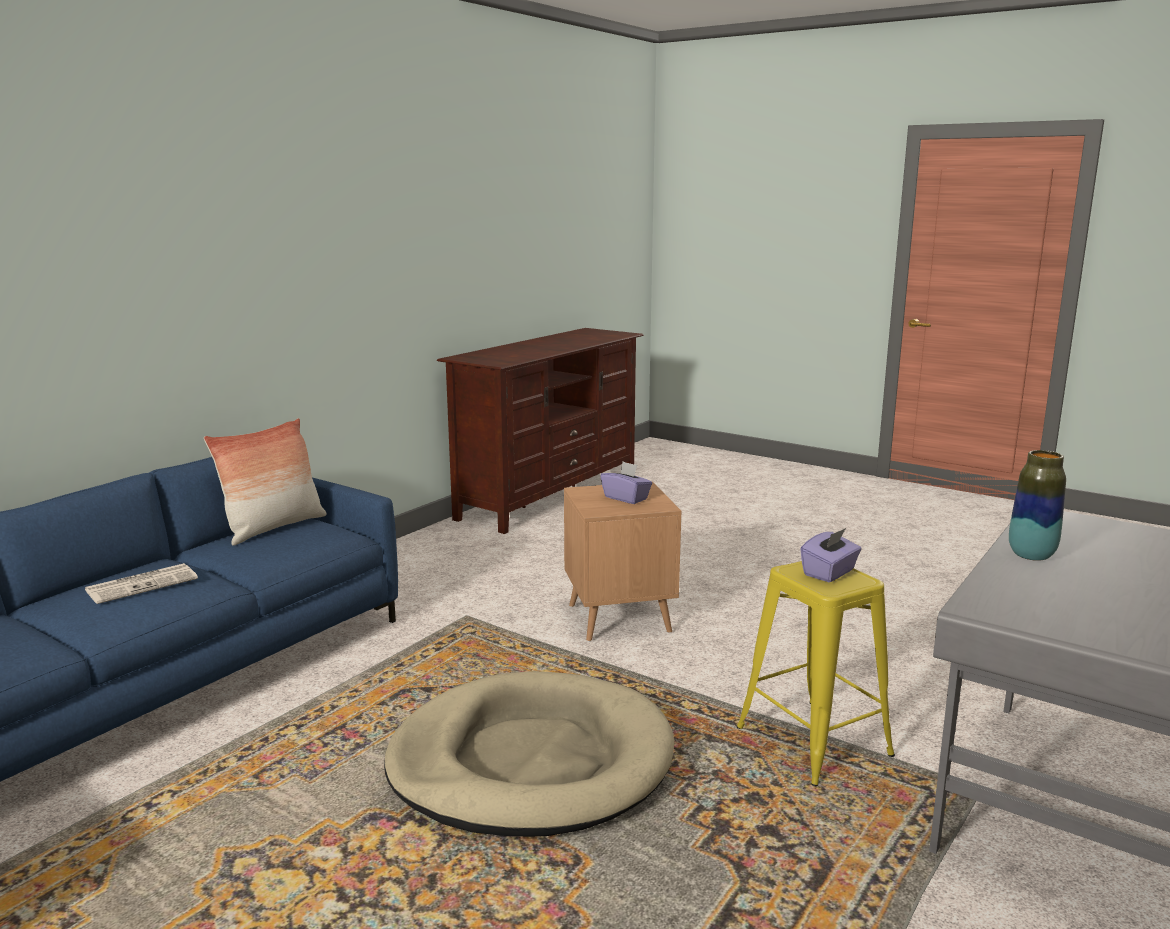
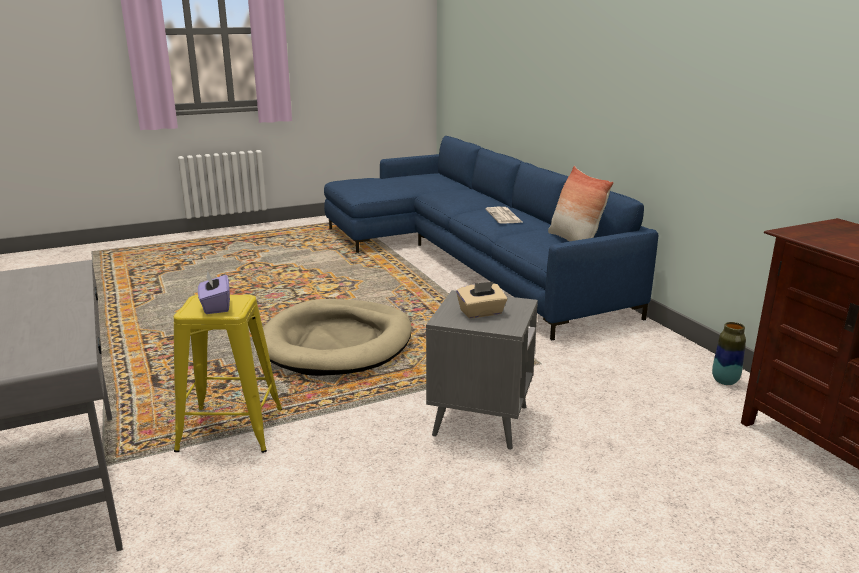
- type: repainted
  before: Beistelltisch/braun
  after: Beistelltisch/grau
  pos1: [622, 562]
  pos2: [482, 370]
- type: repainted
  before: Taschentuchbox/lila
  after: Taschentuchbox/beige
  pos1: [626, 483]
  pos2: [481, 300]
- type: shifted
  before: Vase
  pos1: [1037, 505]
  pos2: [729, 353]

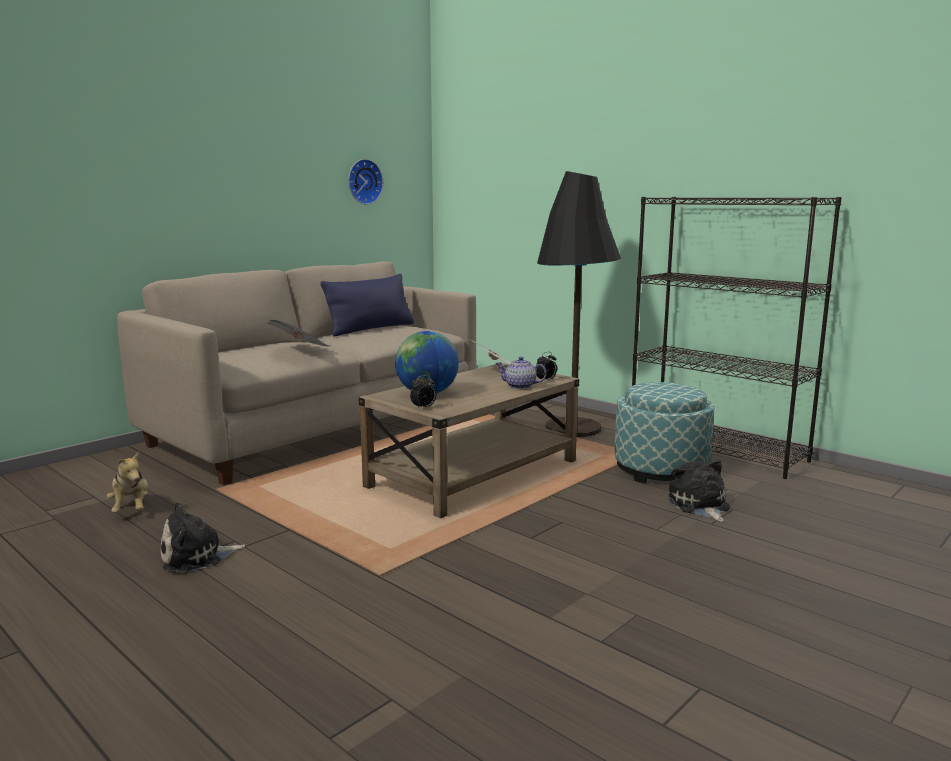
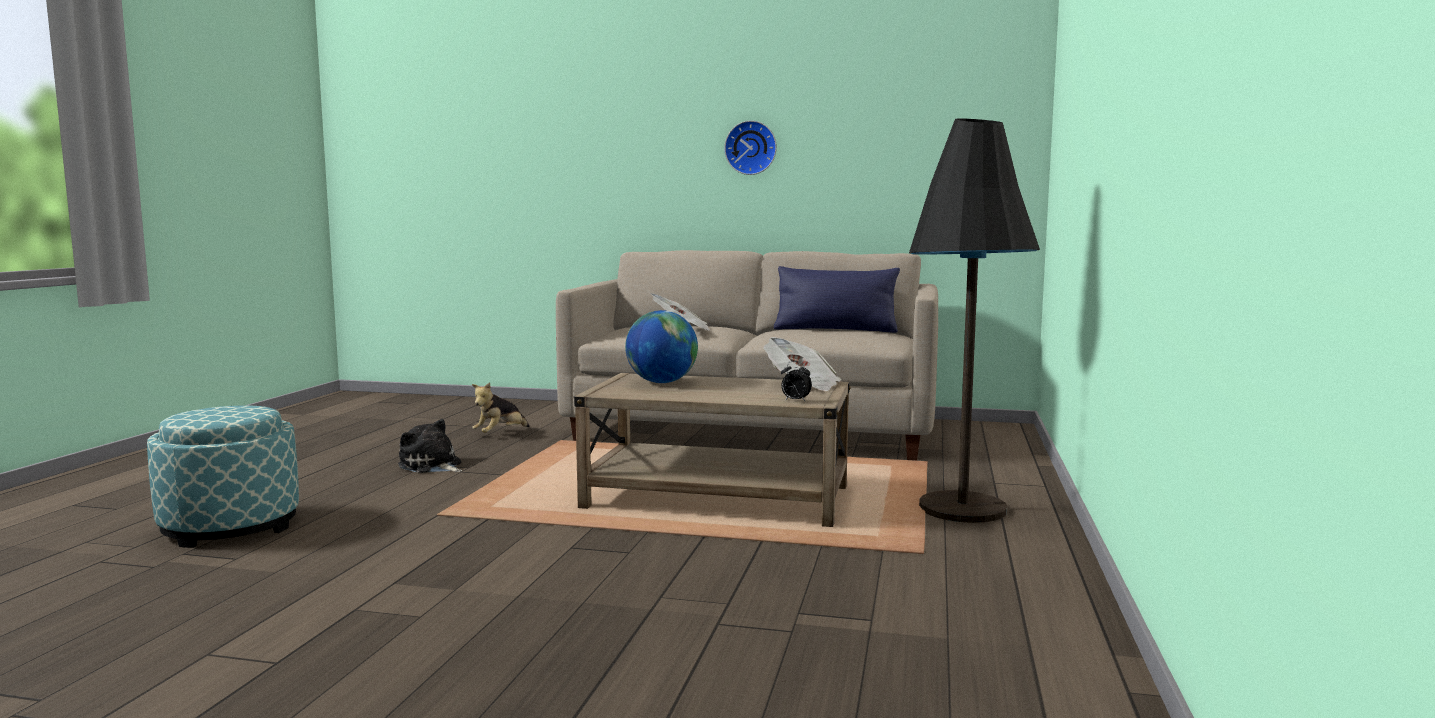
- type: shifted
  before: Wanduhr
  pos1: [365, 182]
  pos2: [750, 147]
- type: gone
  before: Wecker
  pos1: [423, 392]
- type: gone
  before: Teekanne
  pos1: [521, 373]
- type: shifted
  before: Polsterhocker
  pos1: [664, 433]
  pos2: [223, 476]
- type: gone
  before: Bücherregal/schwarz
  pos1: [737, 338]
- type: gone
  before: Plüschtier
  pos1: [699, 491]

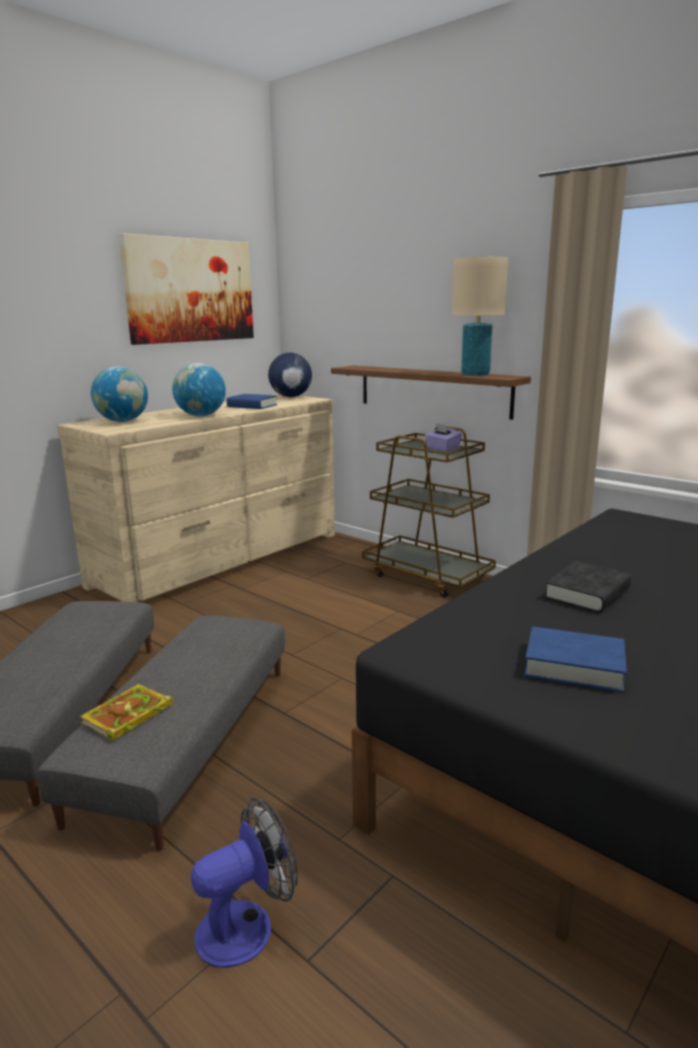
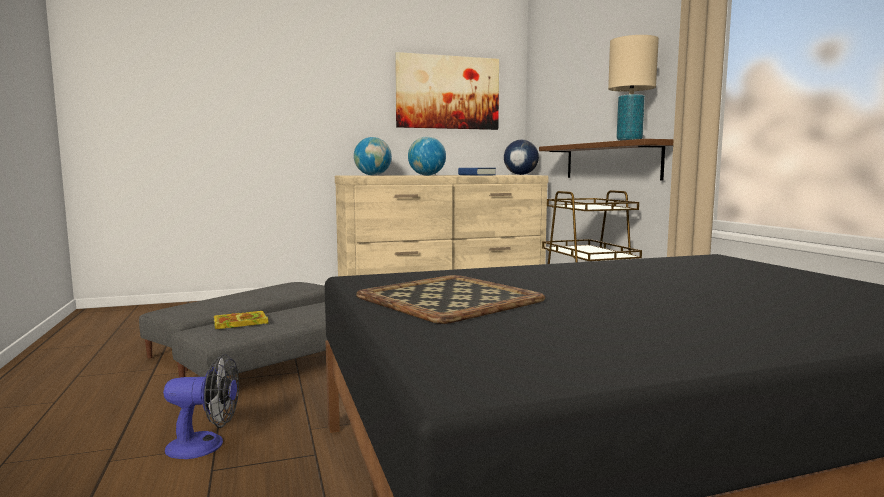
- type: gone
  before: Taschentuchbox/lila
  pos1: [443, 437]
- type: swapped
  before: Buch/blau
  after: Tablett
  pos1: [575, 659]
  pos2: [450, 299]
- type: gone
  before: Buch/schwarz
  pos1: [587, 587]

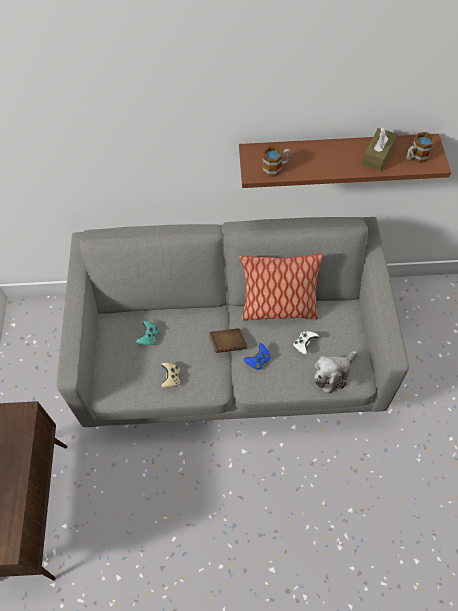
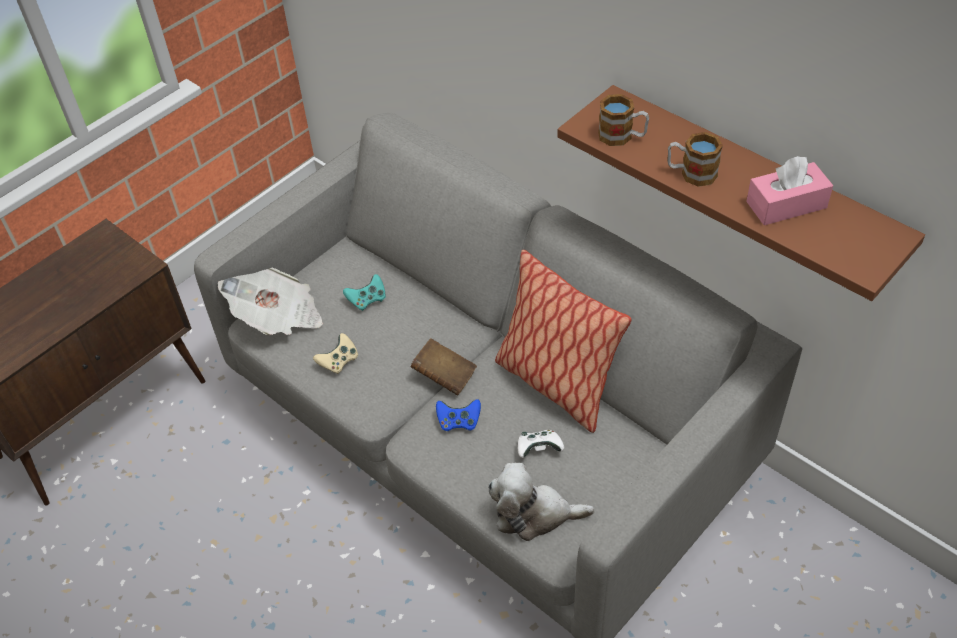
- type: repainted
  before: Taschentuchbox/braun
  after: Taschentuchbox/rosa
  pos1: [380, 149]
  pos2: [789, 190]
- type: shifted
  before: Henkelbecher
  pos1: [421, 147]
  pos2: [695, 159]
- type: new
  after: Zeitung
  pos2: [270, 301]

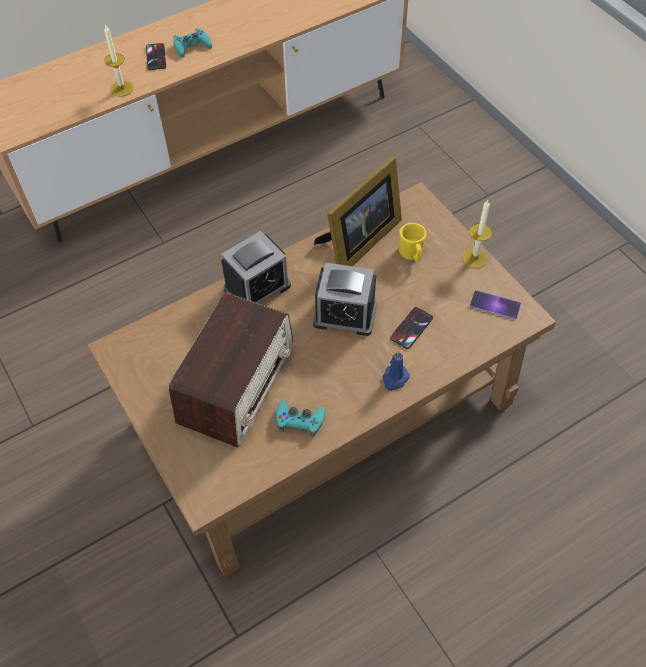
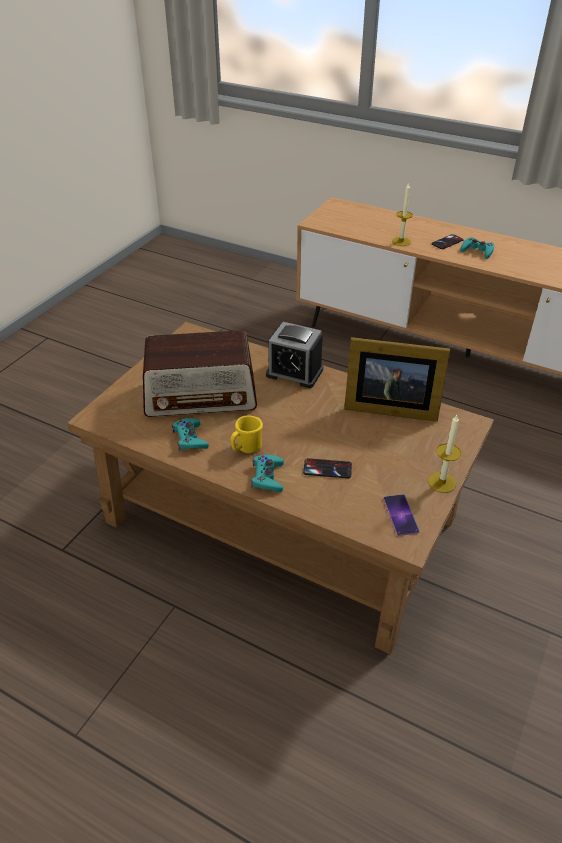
- type: gone
  before: Wecker
  pos1: [345, 299]
- type: swapped
  before: Kerze/blau
  after: Gamepad/türkis
  pos1: [396, 371]
  pos2: [267, 473]
- type: shifted
  before: Henkelbecher/gelb
  pos1: [413, 242]
  pos2: [247, 434]

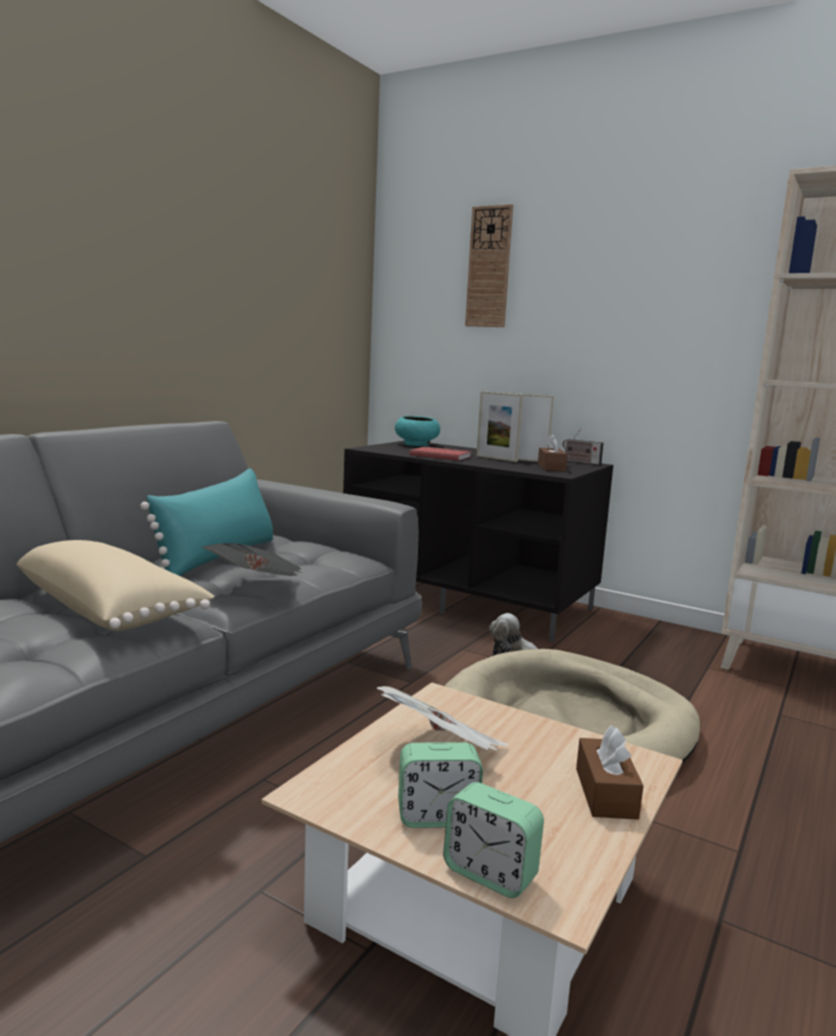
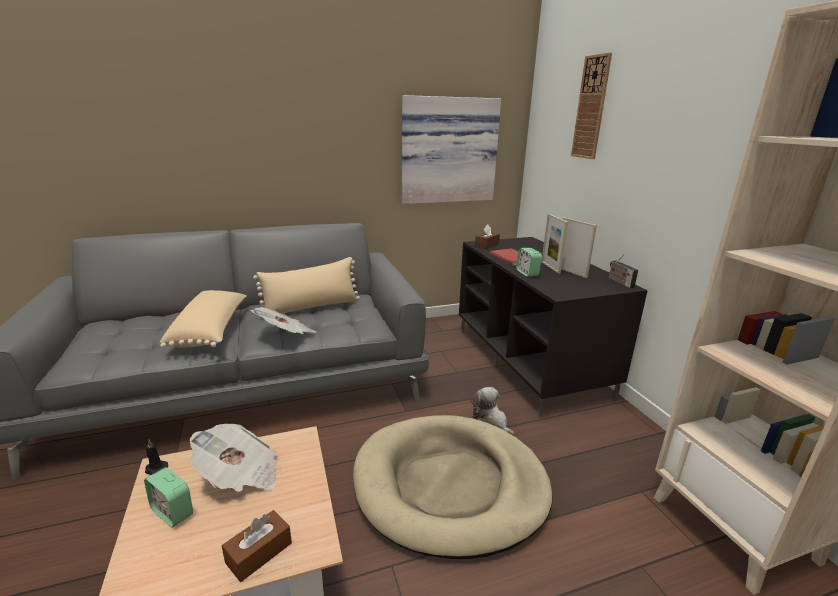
- type: repainted
  before: Kissen/türkis
  after: Kissen/beige
  pos1: [206, 522]
  pos2: [306, 287]
- type: gone
  before: Schüssel/türkis
  pos1: [417, 431]
- type: shifted
  before: Wecker
  pos1: [493, 840]
  pos2: [529, 262]
- type: shifted
  before: Taschentuchbox/braun
  pos1: [552, 452]
  pos2: [487, 236]
- type: new
  after: Kerze/schwarz
  pos2: [156, 457]
- type: new
  after: Bild
  pos2: [451, 149]

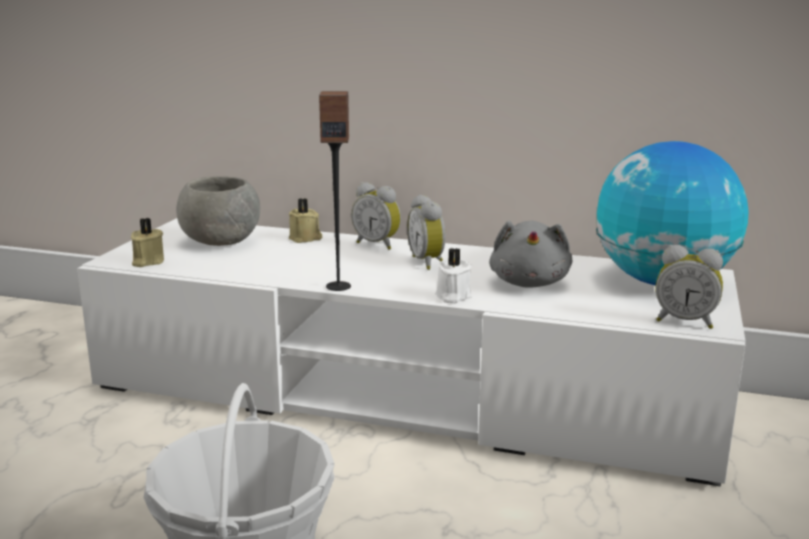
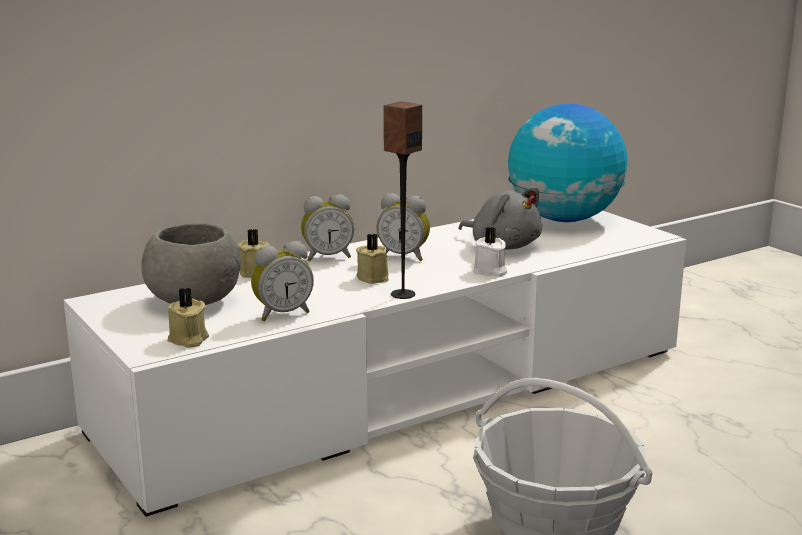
- type: shifted
  before: Wecker
  pos1: [689, 287]
  pos2: [282, 281]
- type: new
  after: Kerze/beige
  pos2: [372, 258]

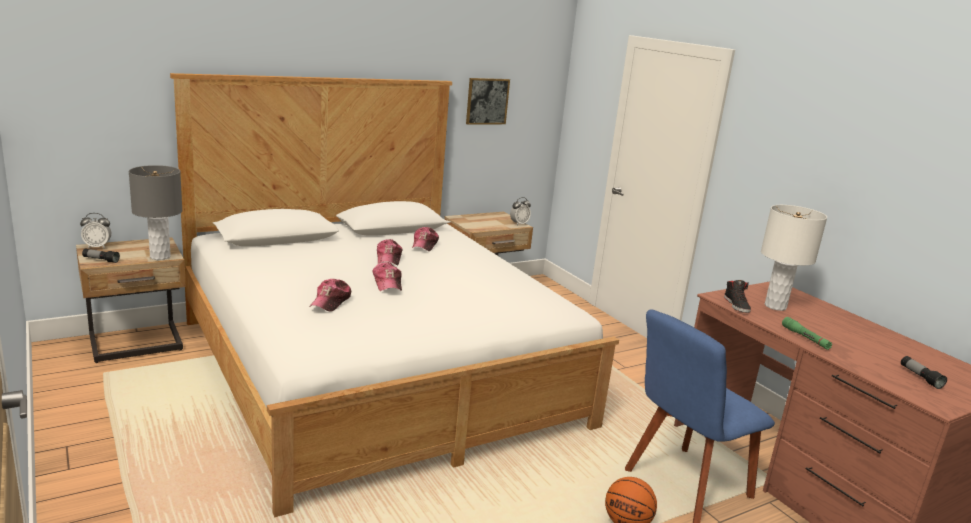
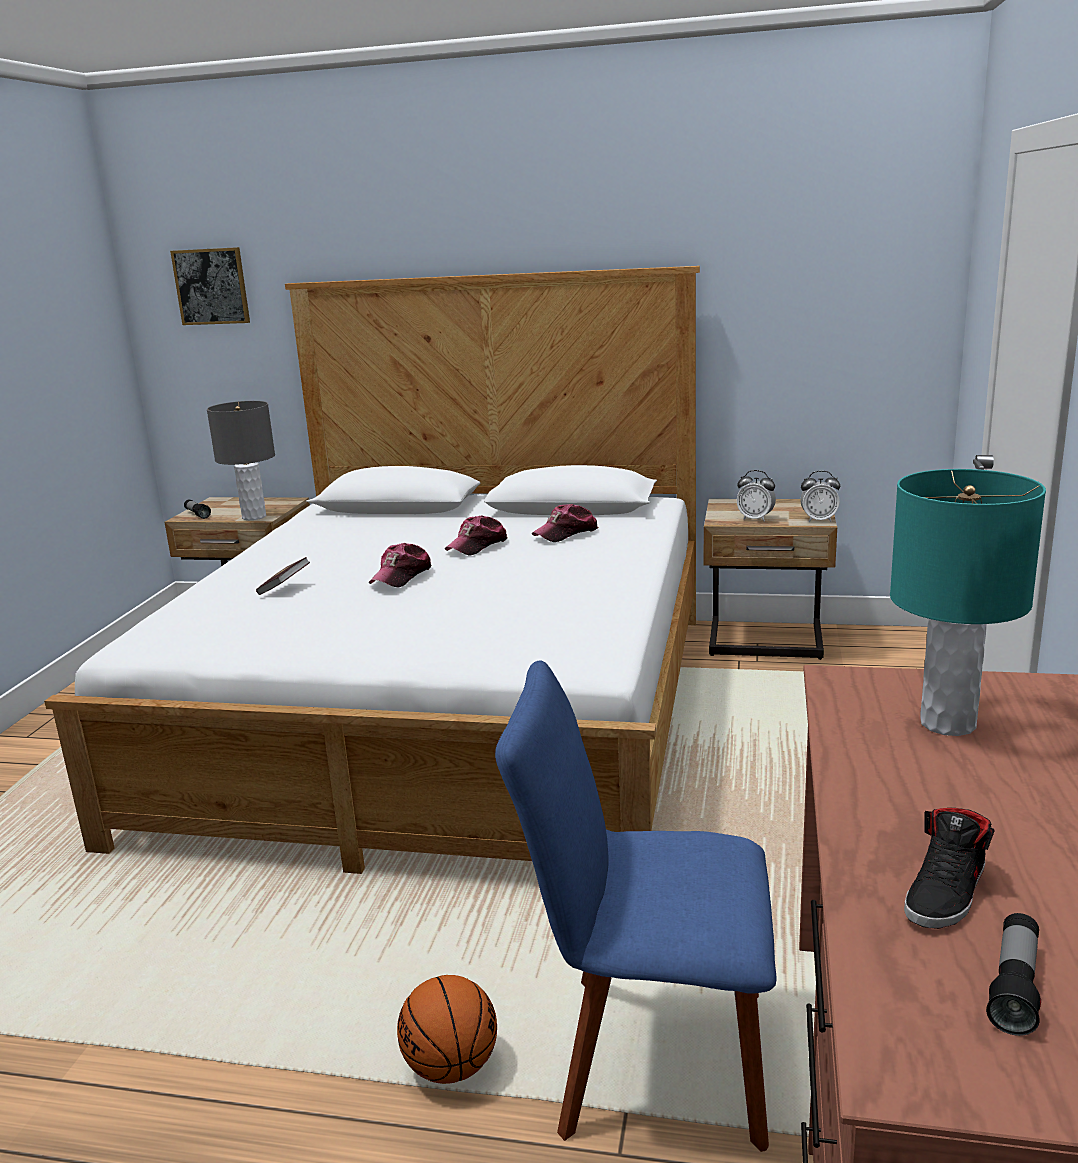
- type: shifted
  before: Wecker
  pos1: [96, 230]
  pos2: [756, 496]
- type: swapped
  before: Kappe
  after: Buch
  pos1: [330, 295]
  pos2: [283, 576]
- type: shifted
  before: Bild
  pos1: [488, 101]
  pos2: [210, 286]
- type: shifted
  before: Schuh/schwarz
  pos1: [737, 296]
  pos2: [949, 868]
- type: repainted
  before: Tischlampe/weiß
  after: Tischlampe/türkis
  pos1: [794, 258]
  pos2: [968, 602]
- type: gone
  before: Taschenlampe/grün
  pos1: [807, 333]

